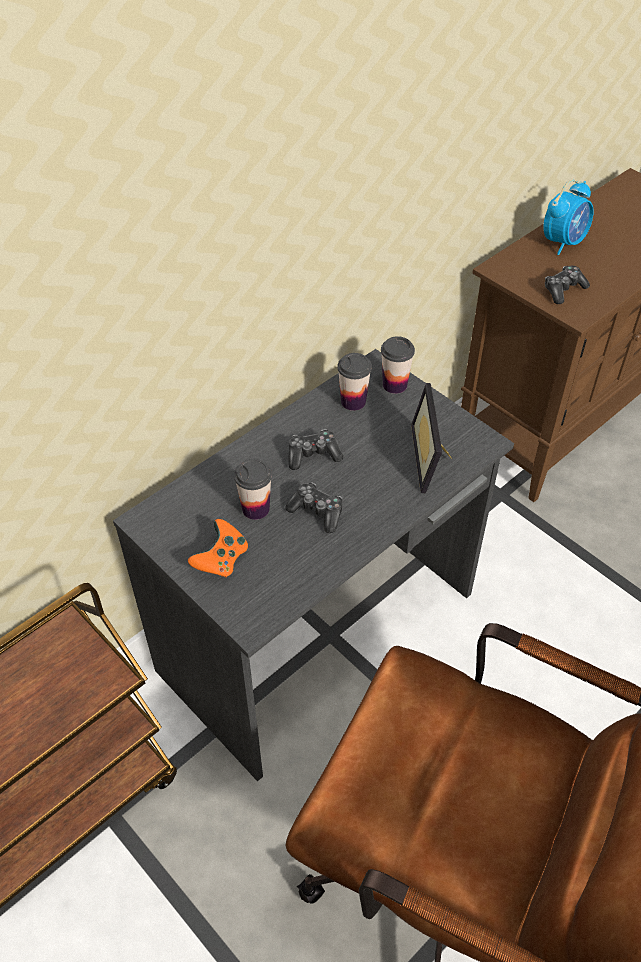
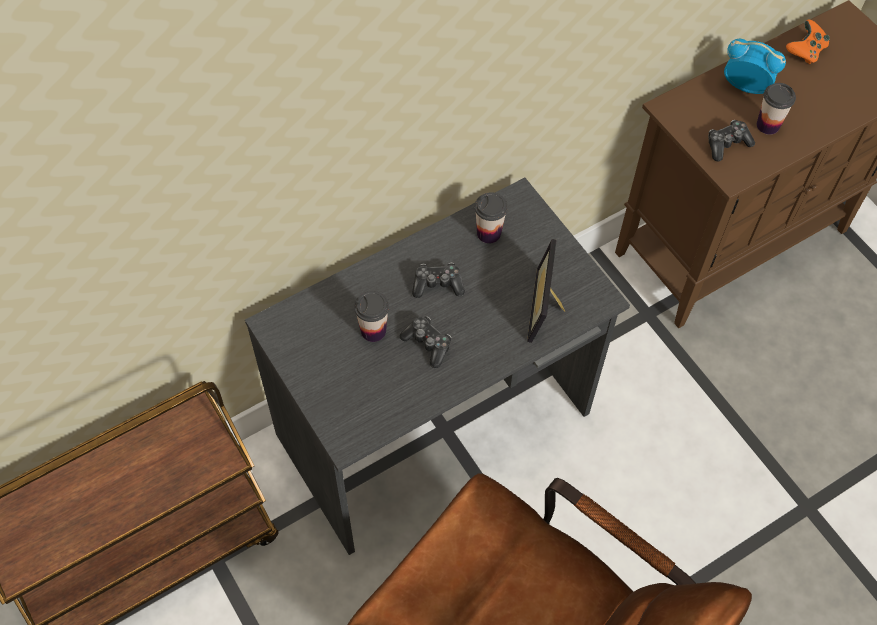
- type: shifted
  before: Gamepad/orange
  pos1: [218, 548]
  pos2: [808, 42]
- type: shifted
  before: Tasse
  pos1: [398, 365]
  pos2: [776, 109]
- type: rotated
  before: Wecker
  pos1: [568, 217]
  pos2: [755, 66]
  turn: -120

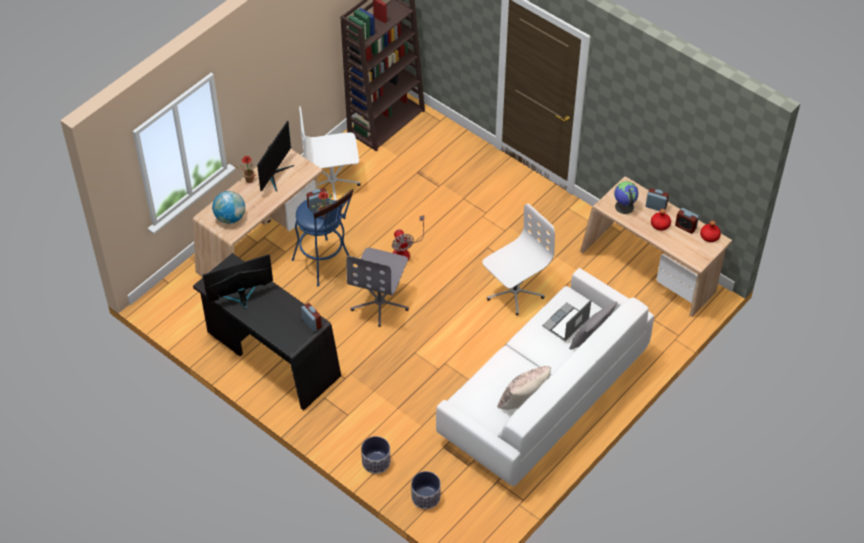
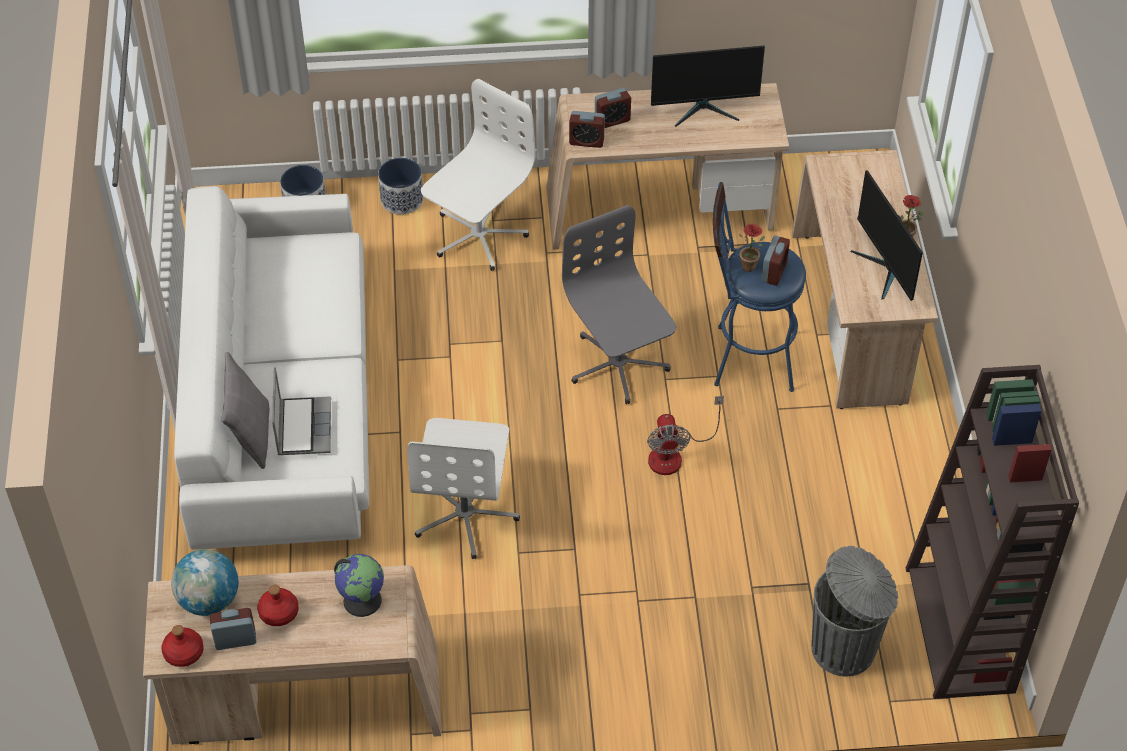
- type: repainted
  before: Schreibtisch/schwarz
  after: Schreibtisch/beige
  pos1: [267, 331]
  pos2: [667, 166]
- type: rotated
  before: Monitor
  pos1: [238, 282]
  pos2: [708, 86]
  turn: 60
- type: shifted
  before: Globus
  pos1: [228, 207]
  pos2: [205, 582]
- type: shifted
  before: Bürostuhl/weiß
  pos1: [330, 154]
  pos2: [478, 175]
- type: rotated
  before: Ventilator
  pos1: [408, 237]
  pos2: [685, 435]
  turn: -120
- type: gone
  before: Kissen/beige
  pos1: [524, 388]
- type: shifted
  before: Wecker
  pos1: [657, 199]
  pos2: [613, 108]
- type: new
  after: Mülleimer/grau
  pos2: [855, 611]

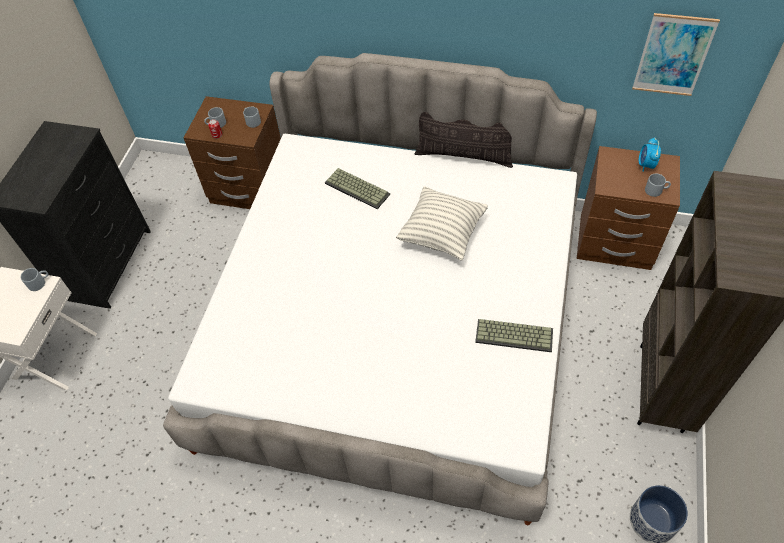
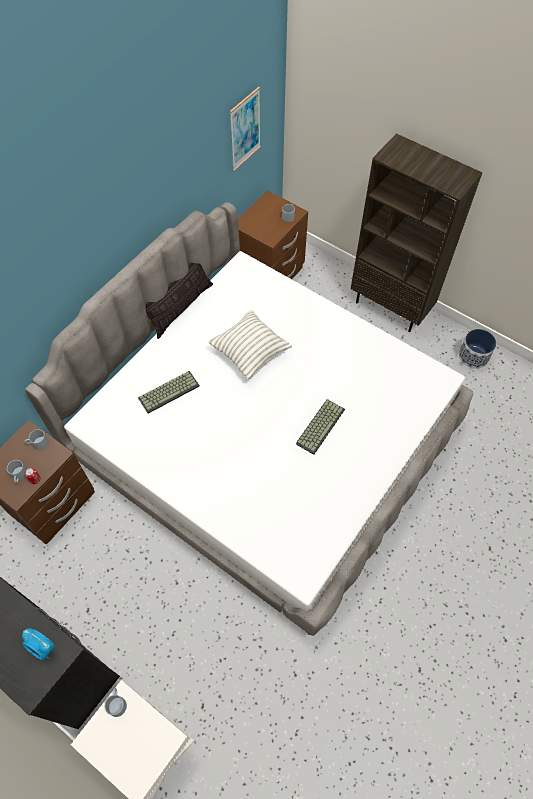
- type: shifted
  before: Tastatur
  pos1: [514, 335]
  pos2: [320, 427]
- type: shifted
  before: Wecker
  pos1: [650, 154]
  pos2: [38, 644]

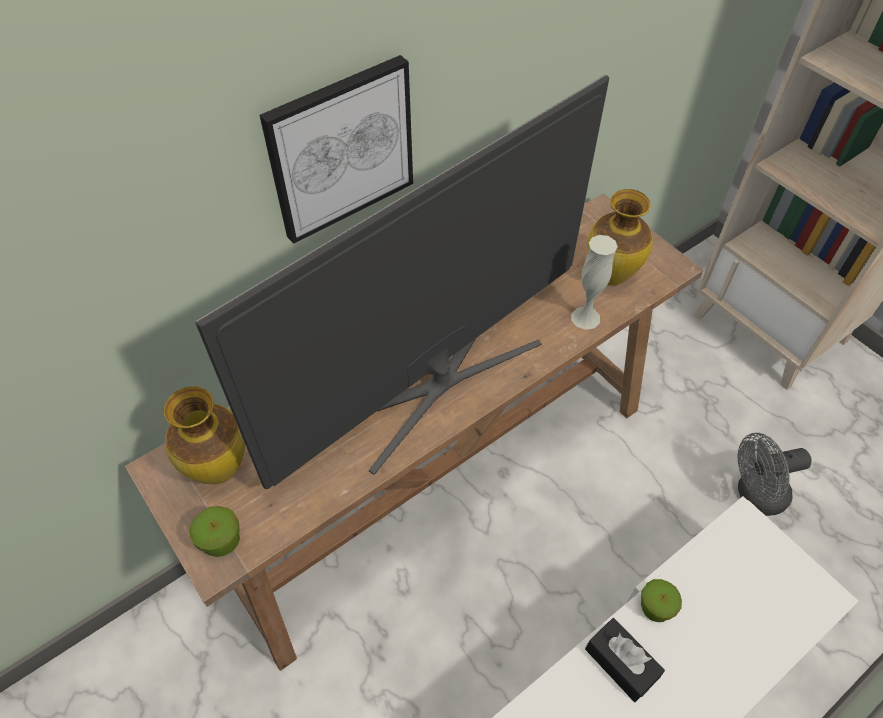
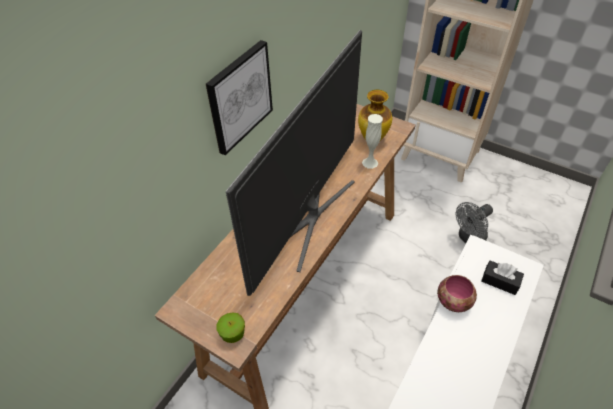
- type: gone
  before: Vase
  pos1: [204, 435]
- type: shifted
  before: Taschentuchbox/schwarz
  pos1: [625, 660]
  pos2: [502, 278]
- type: swapped
  before: Apfel
  after: Schüssel
  pos1: [661, 600]
  pos2: [457, 293]

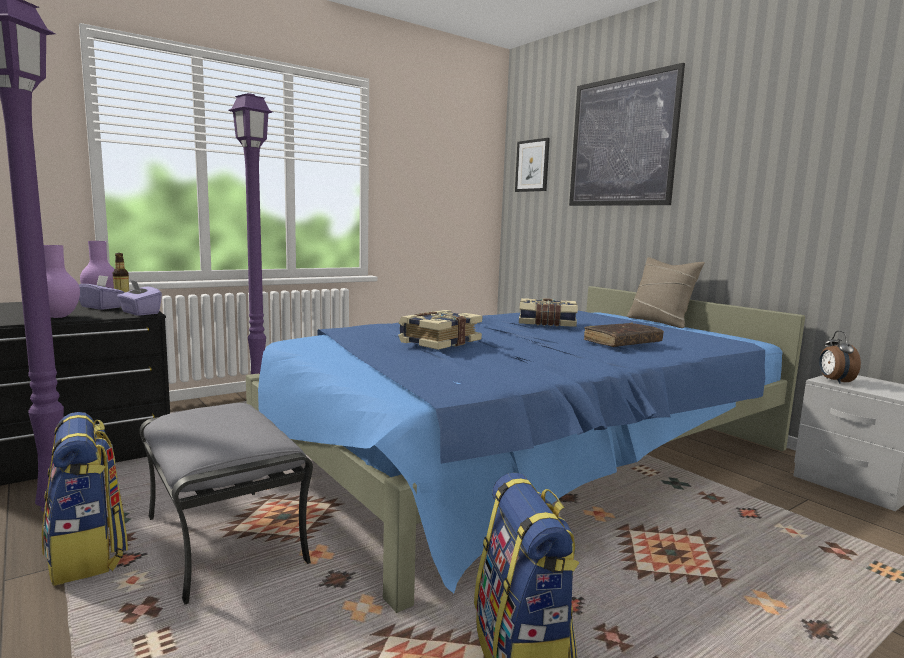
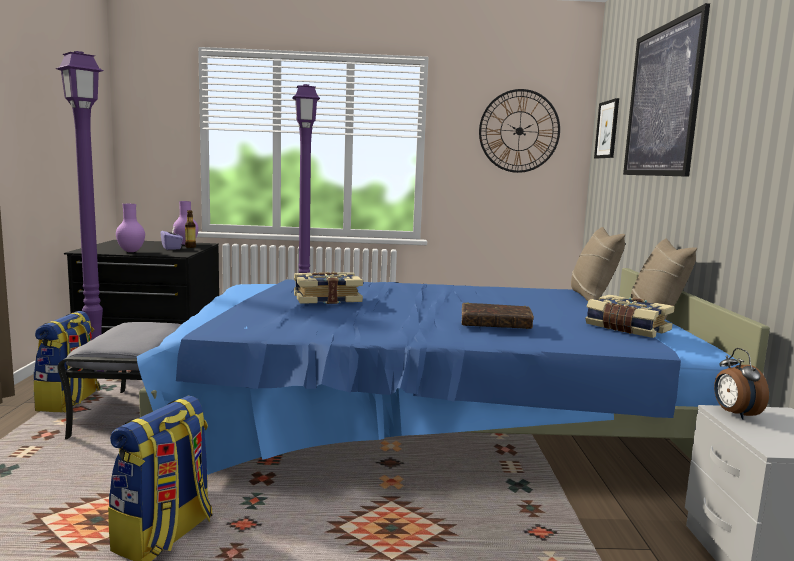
- type: gone
  before: Taschentuchbox/lila
  pos1: [139, 298]
- type: shifted
  before: Buch
  pos1: [548, 312]
  pos2: [630, 316]
- type: rotated
  before: Wecker
  pos1: [840, 357]
  pos2: [741, 384]
  turn: -45
- type: new
  after: Wanduhr
  pos2: [519, 131]
- type: new
  after: Kissen/beige
  pos2: [598, 264]

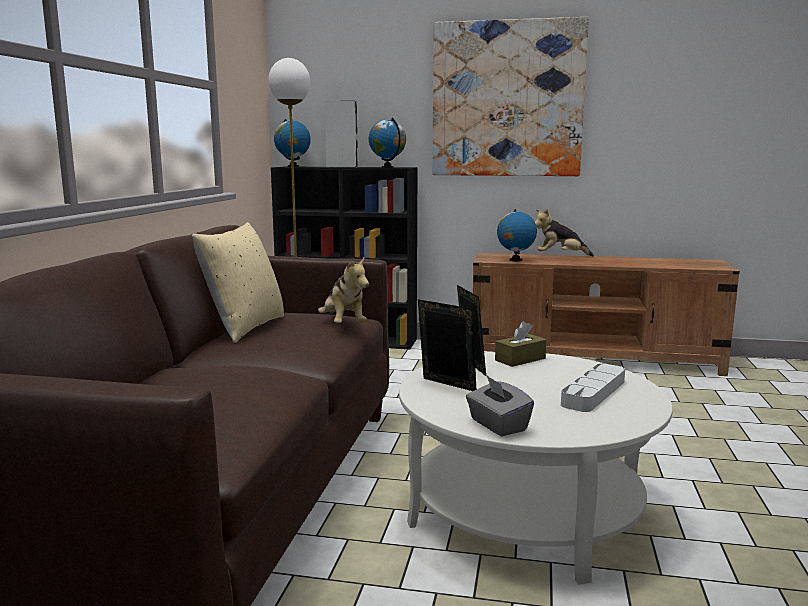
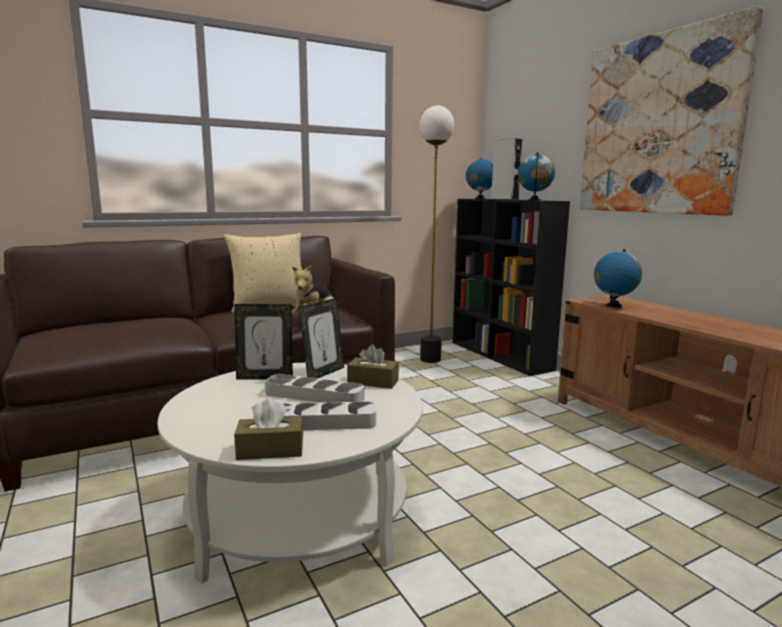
- type: rotated
  before: Bilderrahmen
  pos1: [447, 345]
  pos2: [263, 342]
  turn: 90
- type: gone
  before: Taschentuchbox/grau
  pos1: [500, 406]
- type: gone
  before: Plüschtier
  pos1: [564, 232]
- type: new
  after: Taschentuchbox/braun
  pos2: [268, 429]
- type: new
  after: Tablett/grau
  pos2: [314, 388]

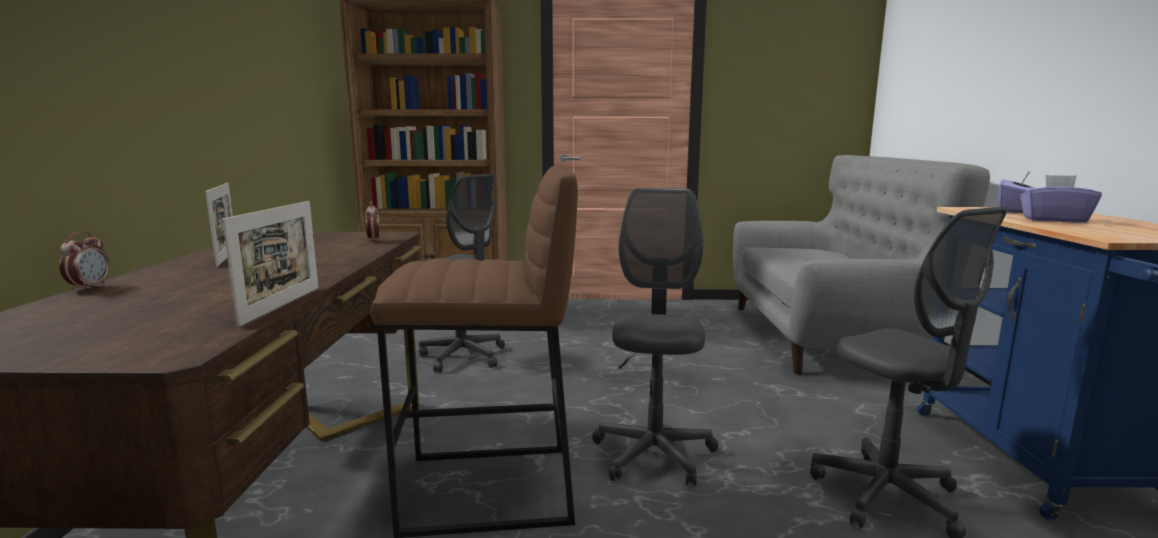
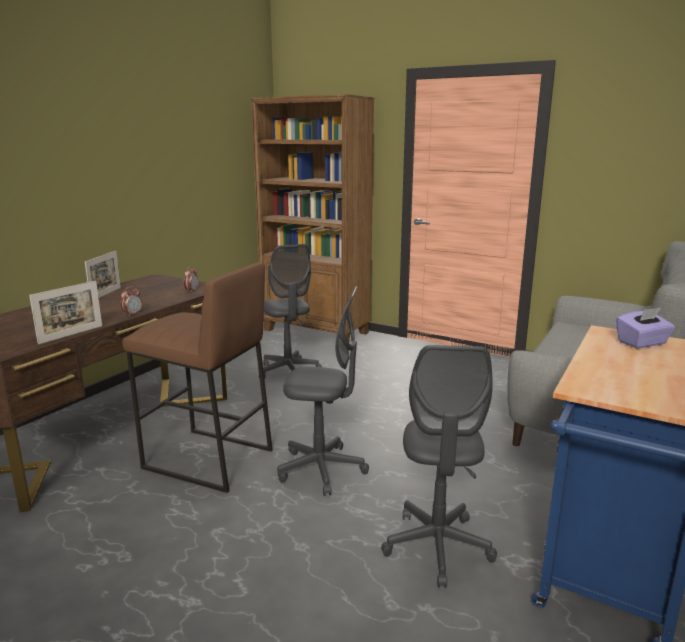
- type: shifted
  before: Wecker
  pos1: [84, 261]
  pos2: [131, 301]
- type: rotated
  before: Bürostuhl/grau
  pos1: [655, 337]
  pos2: [323, 391]
  turn: 60
- type: gone
  before: Taschentuchbox/lila
  pos1: [1061, 199]

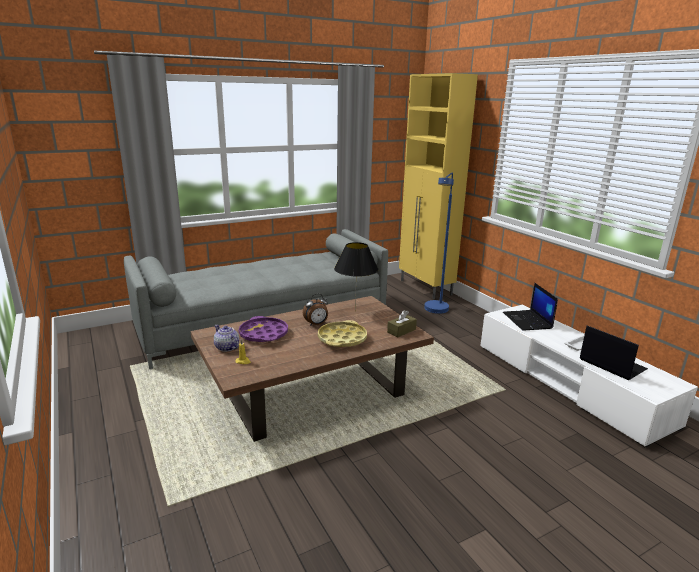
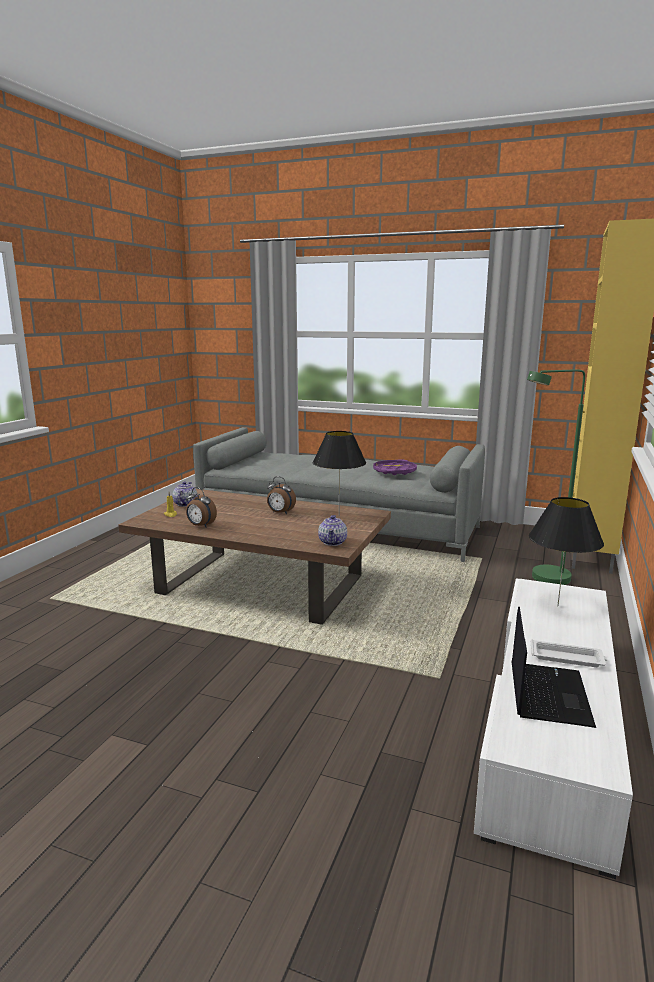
- type: shifted
  before: Tablett/lila
  pos1: [263, 329]
  pos2: [395, 467]
- type: gone
  before: Tablett/gelb
  pos1: [342, 333]
- type: swapped
  before: Taschentuchbox/braun
  after: Teekanne
  pos1: [402, 323]
  pos2: [332, 530]
- type: repainted
  before: Stehlampe/blau
  after: Stehlampe/grün
  pos1: [439, 243]
  pos2: [556, 477]
- type: swapped
  before: Laptop
  after: Tischlampe/schwarz
  pos1: [530, 307]
  pos2: [566, 551]
- type: new
  after: Wecker
  pos2: [201, 507]

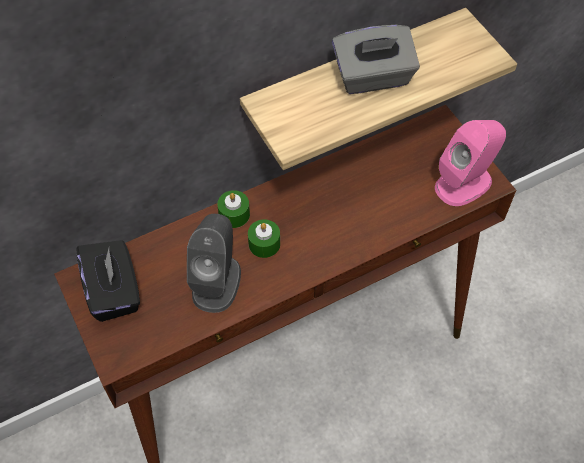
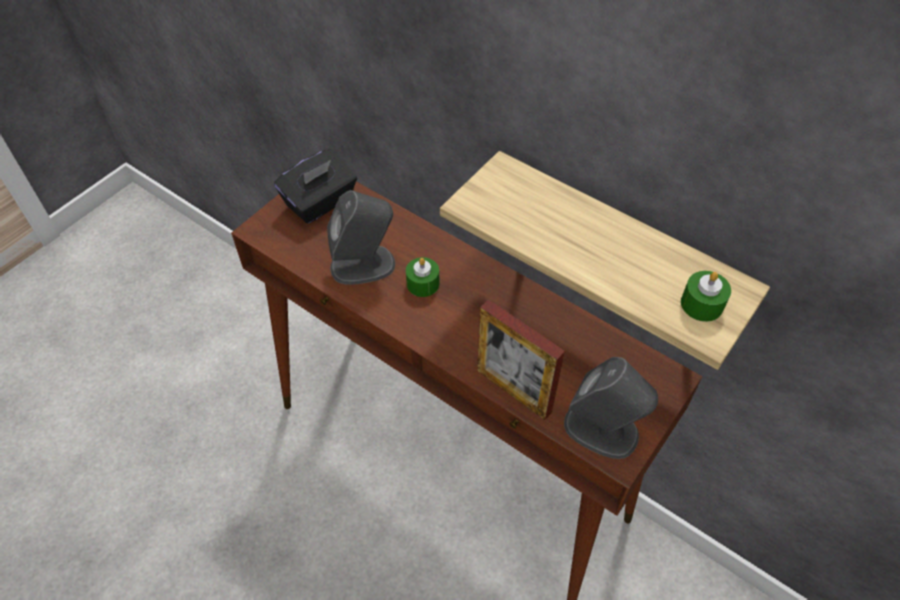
- type: shifted
  before: Kerze/grün
  pos1: [233, 209]
  pos2: [706, 296]
- type: gone
  before: Taschentuchbox/grau
  pos1: [376, 59]
- type: repainted
  before: Lautsprecher/rosa
  after: Lautsprecher/grau
  pos1: [470, 163]
  pos2: [611, 408]
- type: new
  after: Bilderrahmen
  pos2: [521, 359]

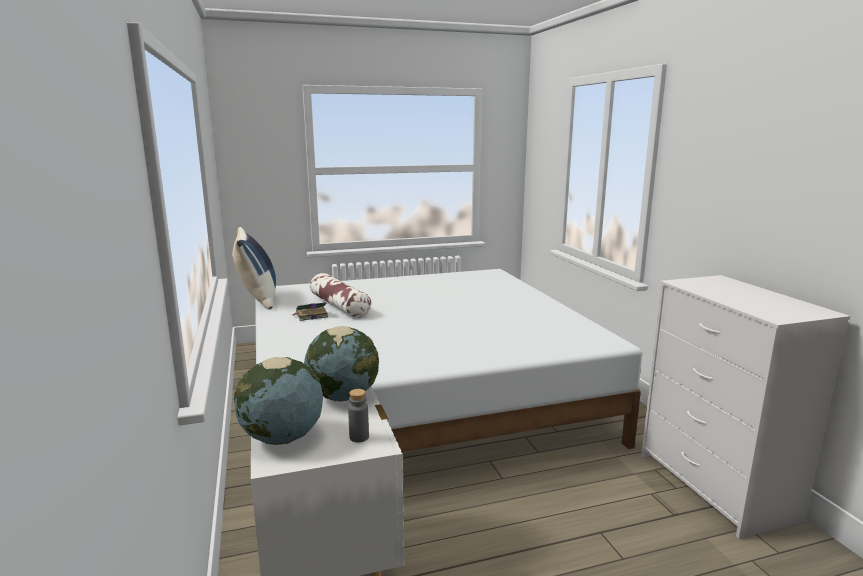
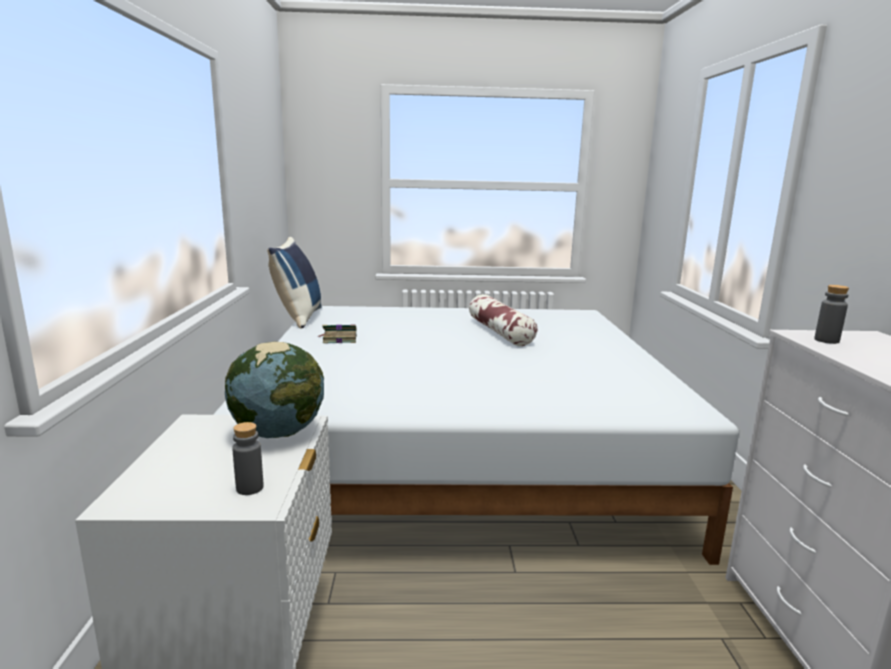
- type: gone
  before: Globus
  pos1: [278, 401]
- type: shifted
  before: Kissen
  pos1: [340, 295]
  pos2: [503, 320]
- type: new
  after: Flasche/grau
  pos2: [831, 314]

